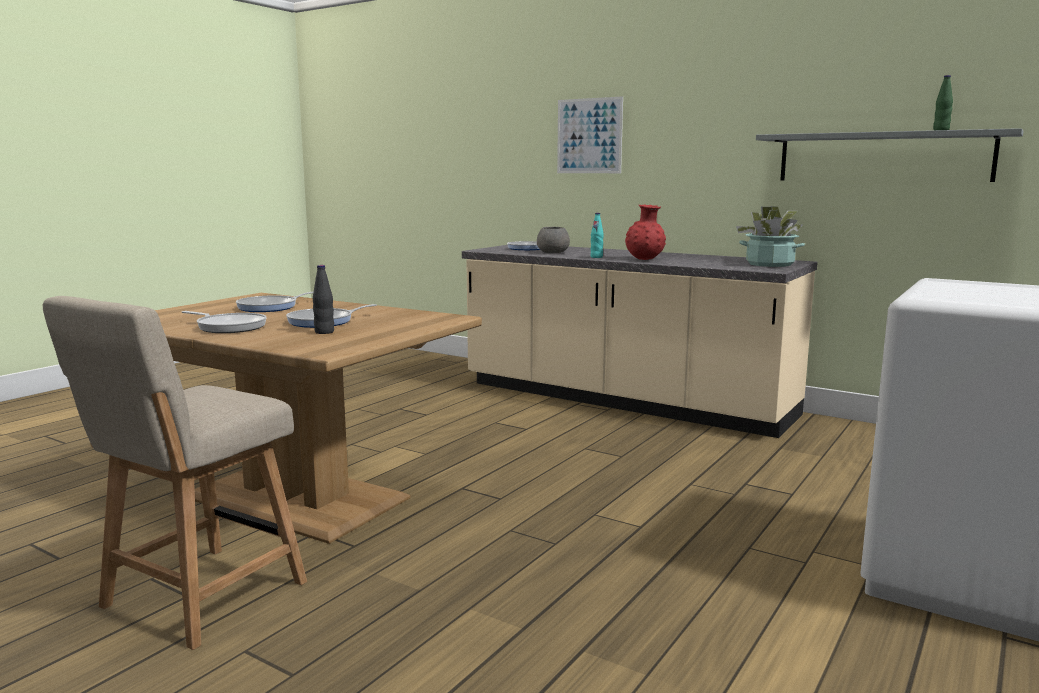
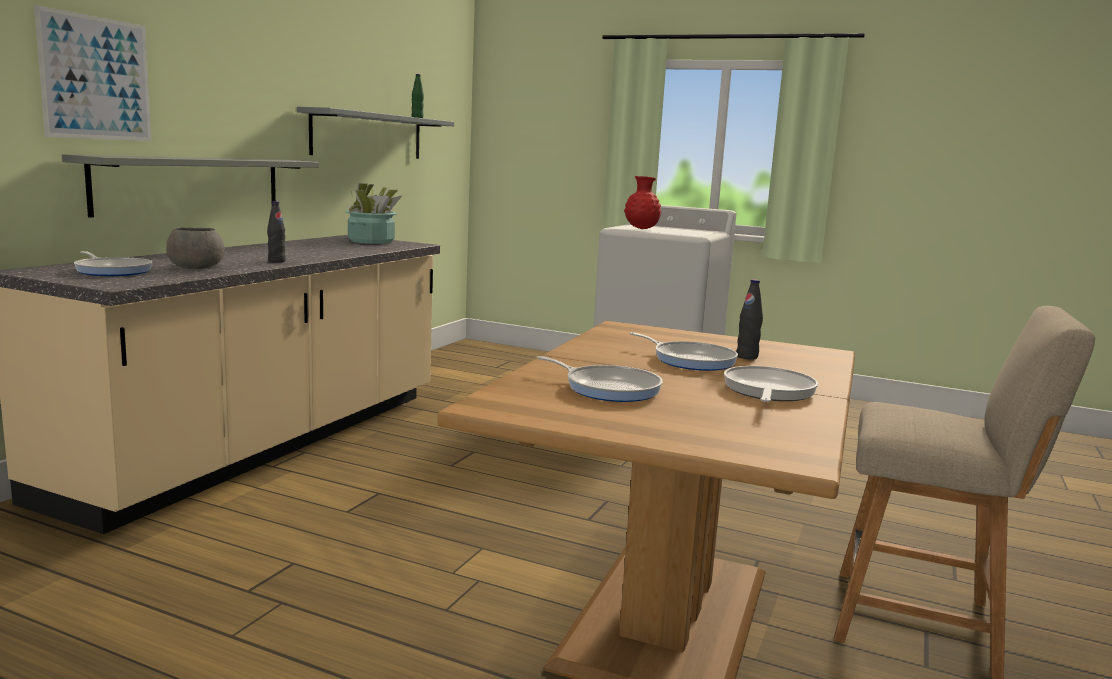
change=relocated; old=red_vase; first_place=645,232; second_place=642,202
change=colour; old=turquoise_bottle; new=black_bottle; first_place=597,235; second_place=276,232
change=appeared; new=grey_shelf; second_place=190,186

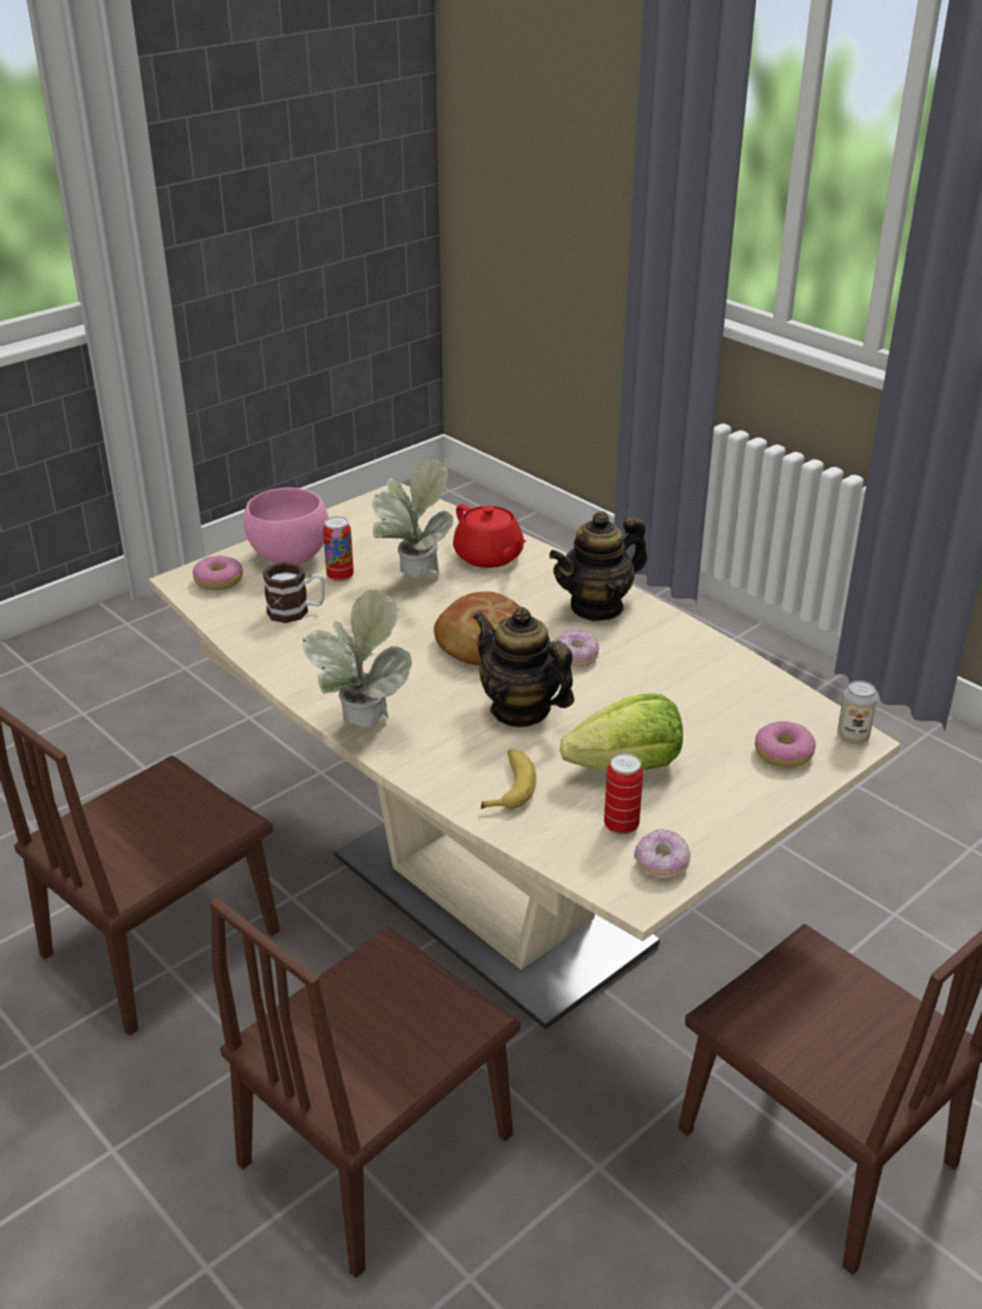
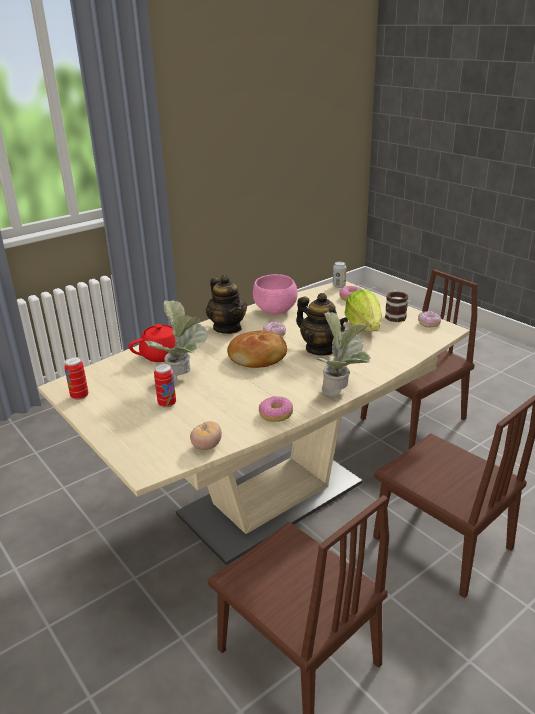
change=relocated; old=pink_bowl; first_place=286,525; second_place=275,294
change=relocated; old=donut; first_place=218,573; second_place=276,409
change=relocated; old=mug; first_place=294,592; second_place=396,306
change=spun; old=teapot; first_place=523,667; second_place=322,324; degrees=-90
change=missing; old=banana; first_place=508,779
change=relocated; old=can; first_place=623,794; second_place=76,378
change=appeared; new=tomato; second_place=206,435

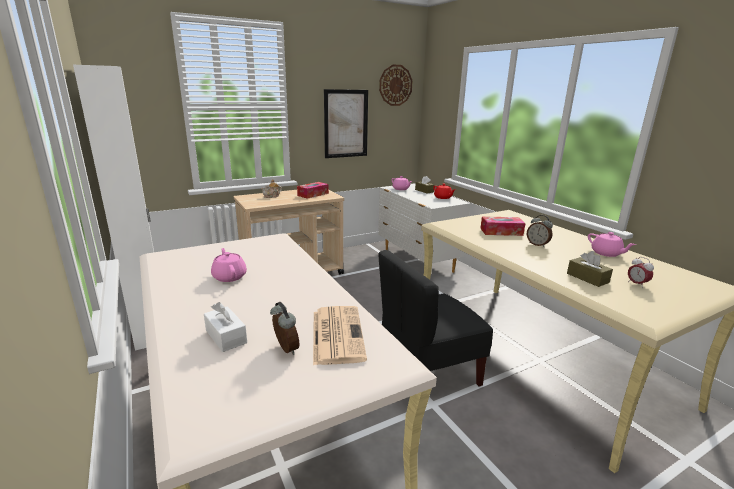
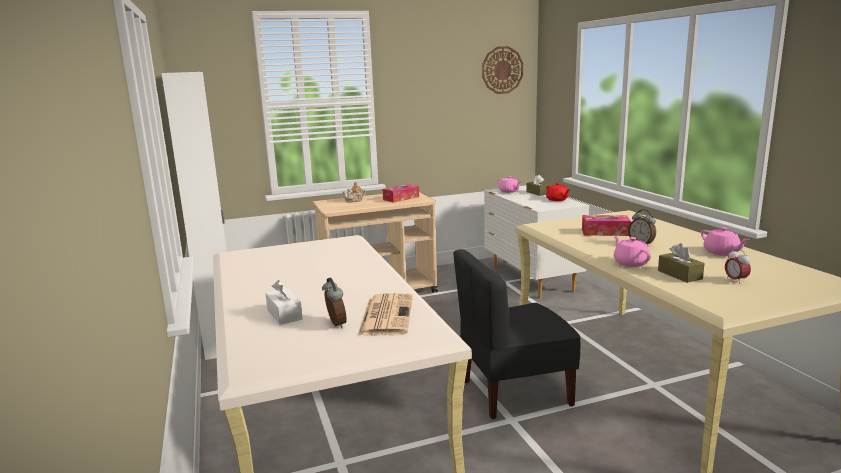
change=missing; old=picture; first_place=346,123
change=relocated; old=pink_teapot; first_place=229,265; second_place=632,251

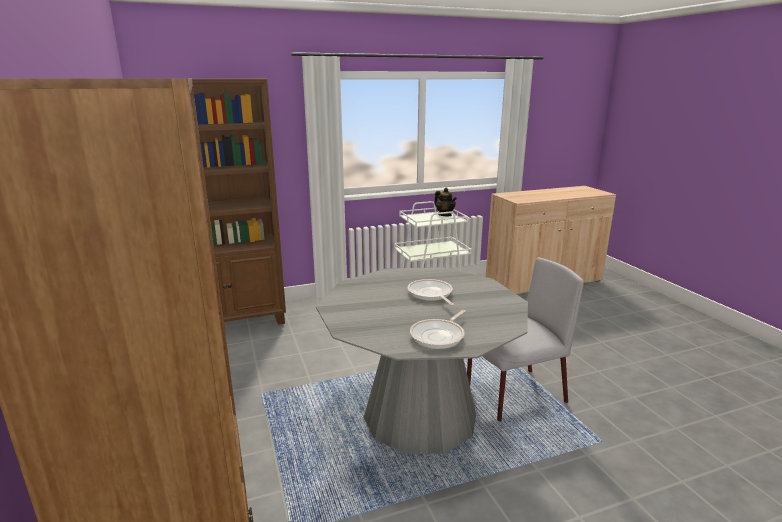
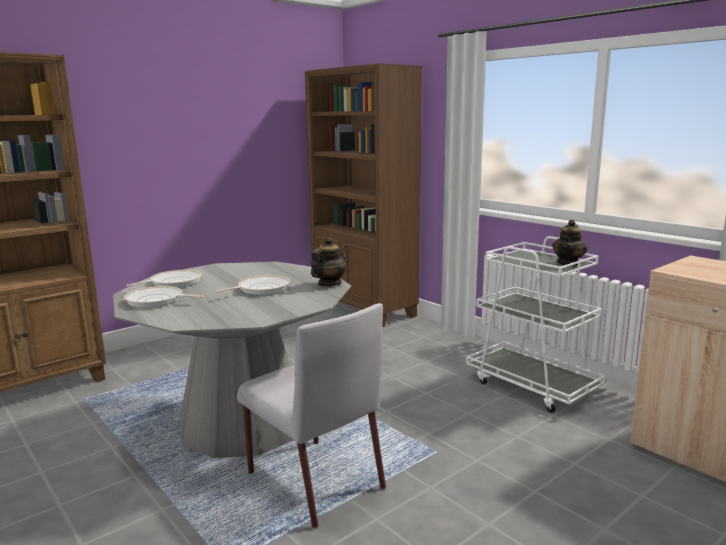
change=appeared; new=teapot; second_place=328,261
change=appeared; new=frying_pan; second_place=164,279

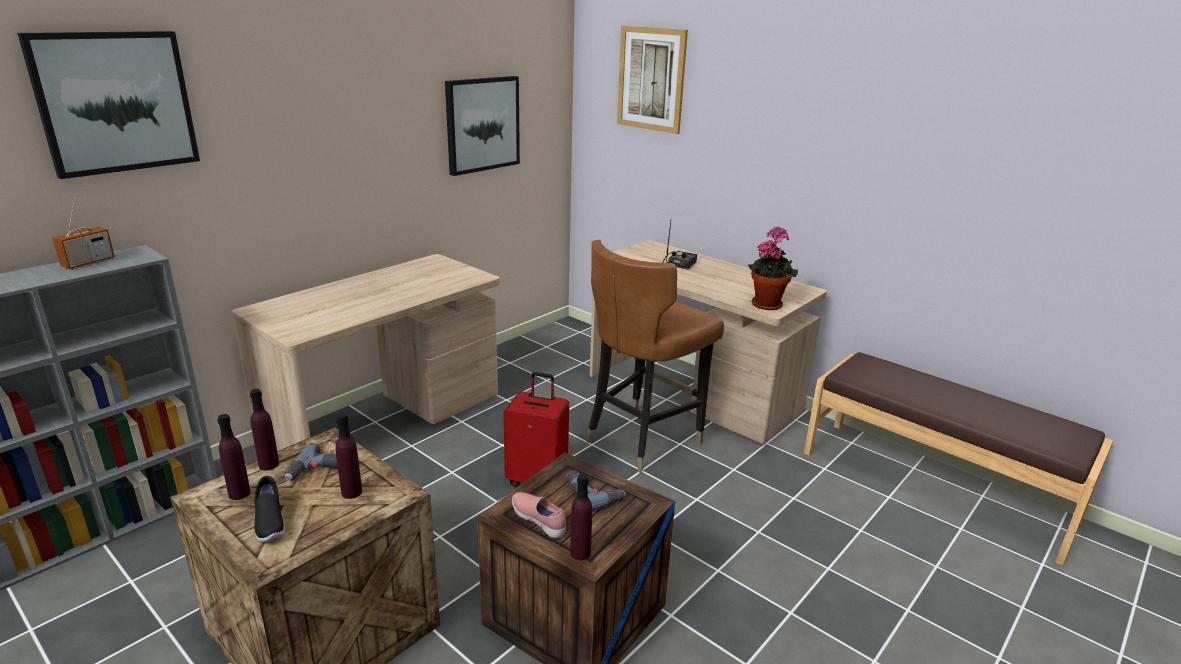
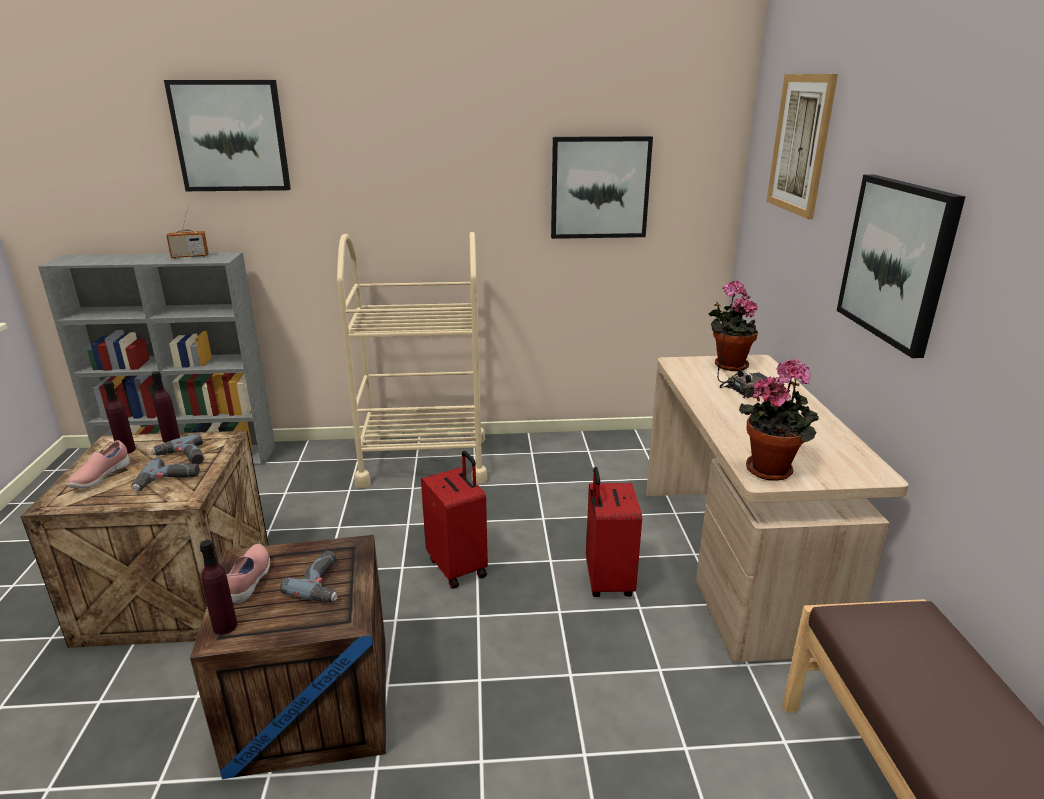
change=exchanged; old=brown_chair; new=red_suitcase; first_place=655,356; second_place=614,532
change=exchanged; old=beige_desk; new=beige_cart; first_place=366,352; second_place=412,360
change=exchanged; old=purple_bottle; new=power_drill; first_place=349,456; second_place=165,474
change=colour; old=black_shoe; new=pink_shoe; first_place=269,509; second_place=99,464
change=appeared; new=picture; second_place=901,266
change=appeared; new=potted_plant; second_place=733,325

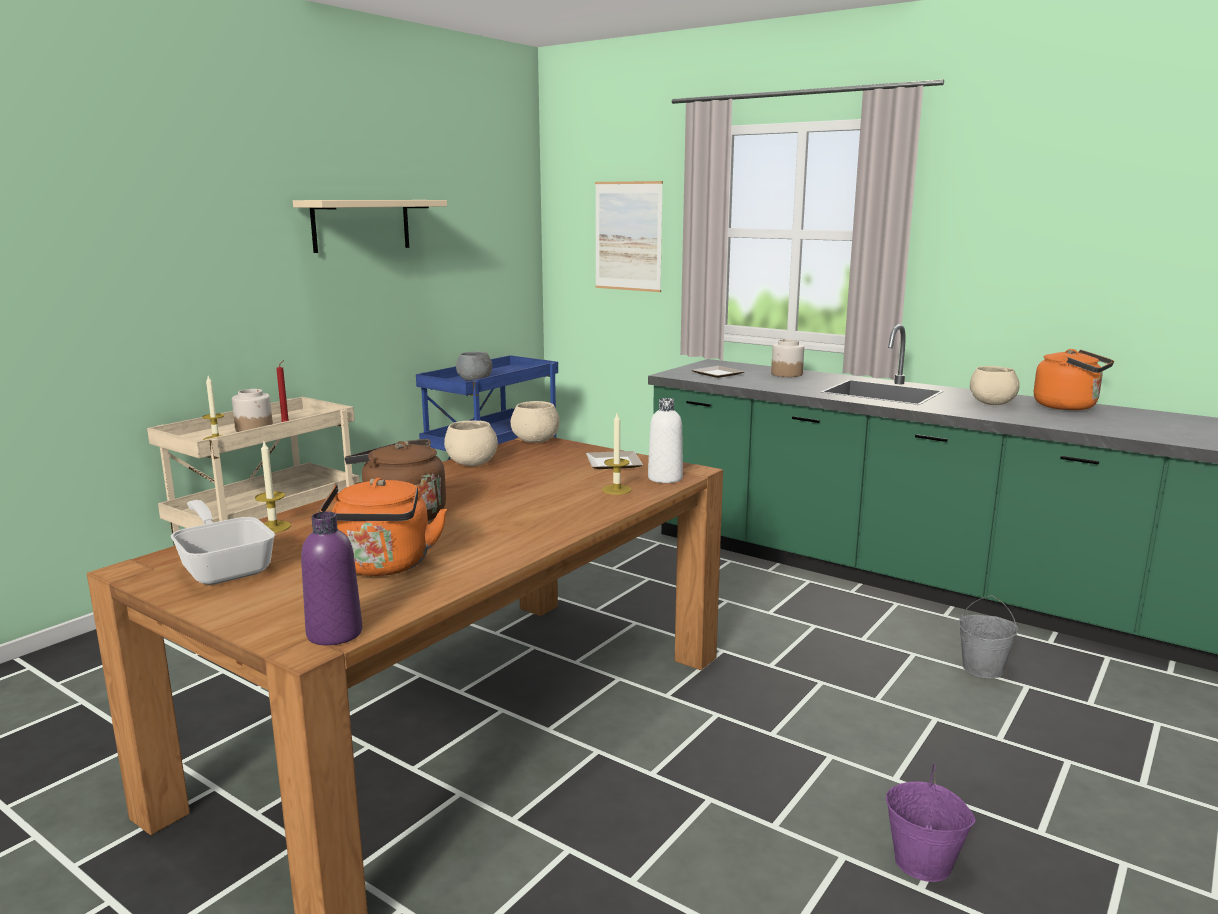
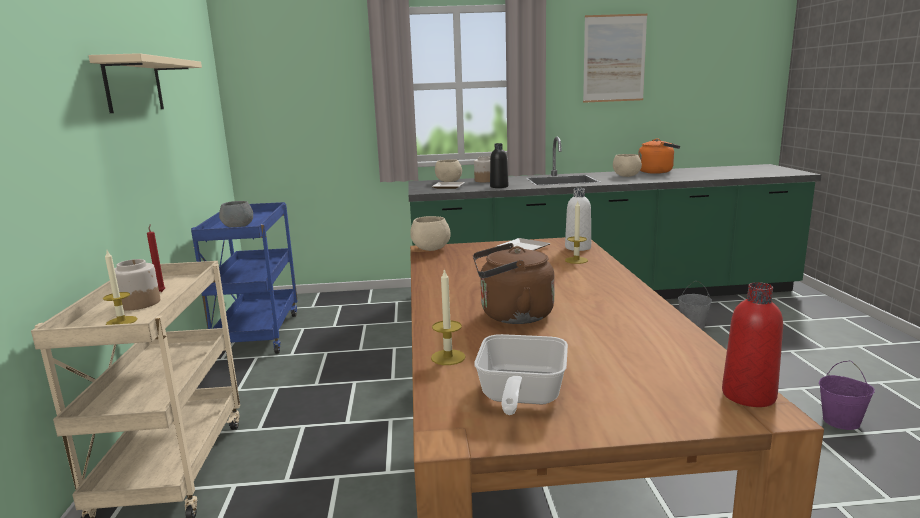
change=relocated; old=picture; first_place=629,236; second_place=615,58
change=relocated; old=beige_bowl; first_place=471,443; second_place=448,171
change=missing; old=orange_kettle; first_place=383,527
change=spun; old=frying_pan; first_place=223,542; second_place=521,374; degrees=-90
change=colour; old=purple_bottle; new=red_bottle; first_place=331,578; second_place=752,344
change=appeared; new=black_bottle; second_place=499,165

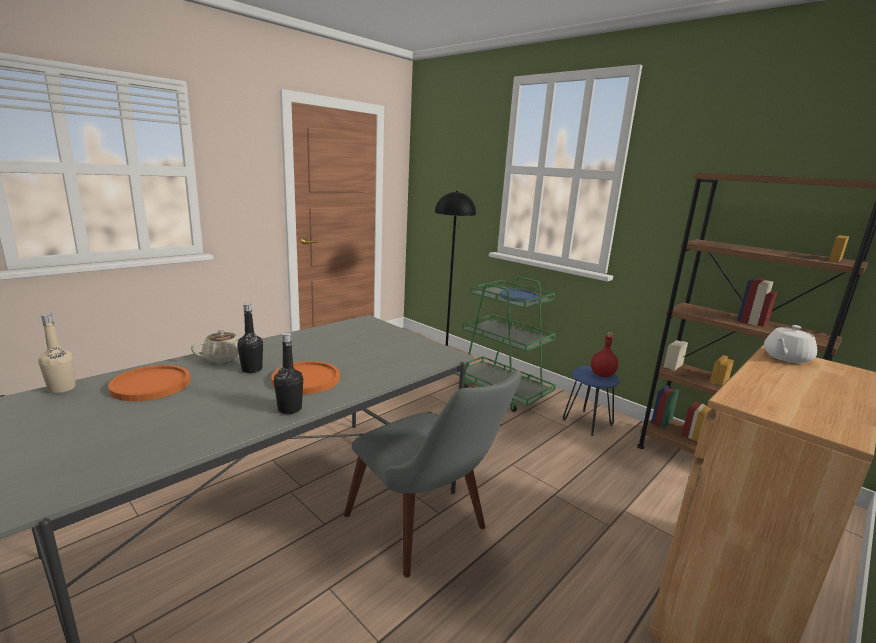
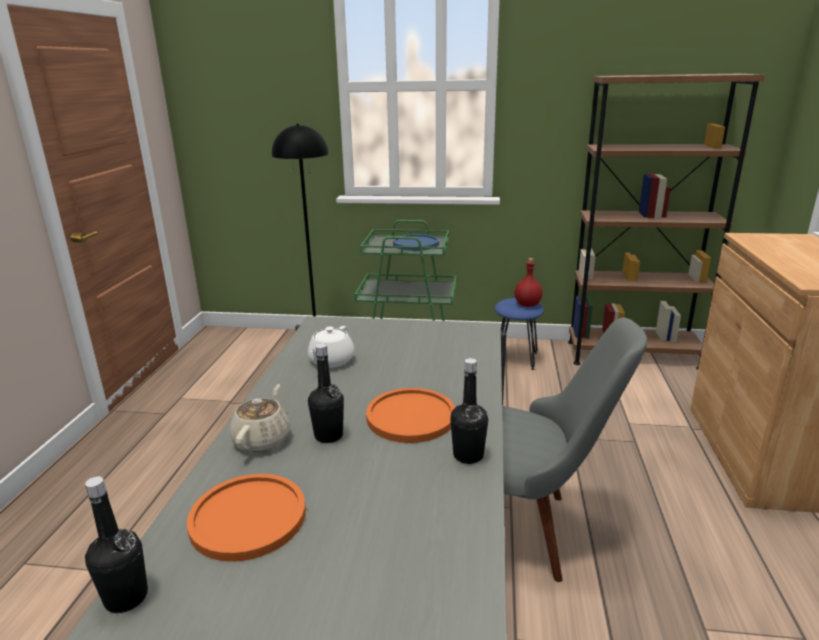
change=colour; old=beige_bottle; new=black_bottle; first_place=57,353; second_place=116,544
change=relocated; old=white_teapot; first_place=790,344; second_place=331,347

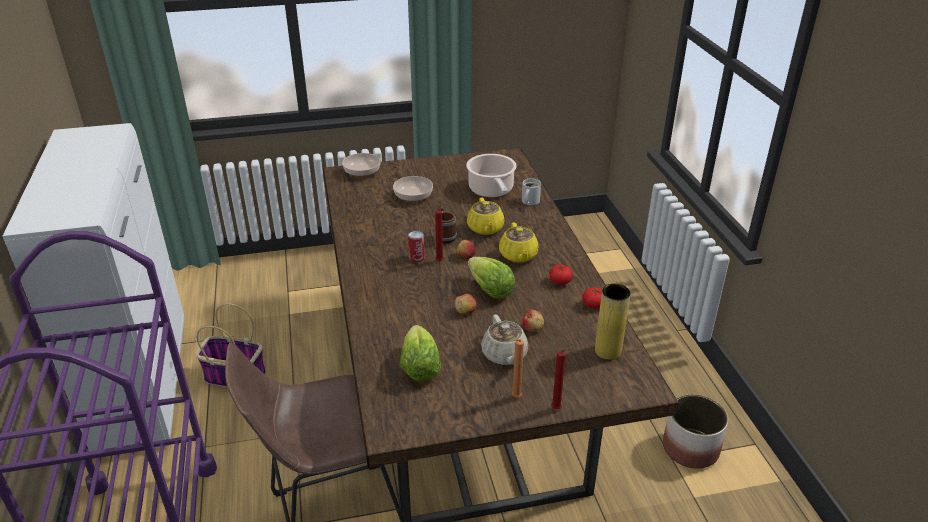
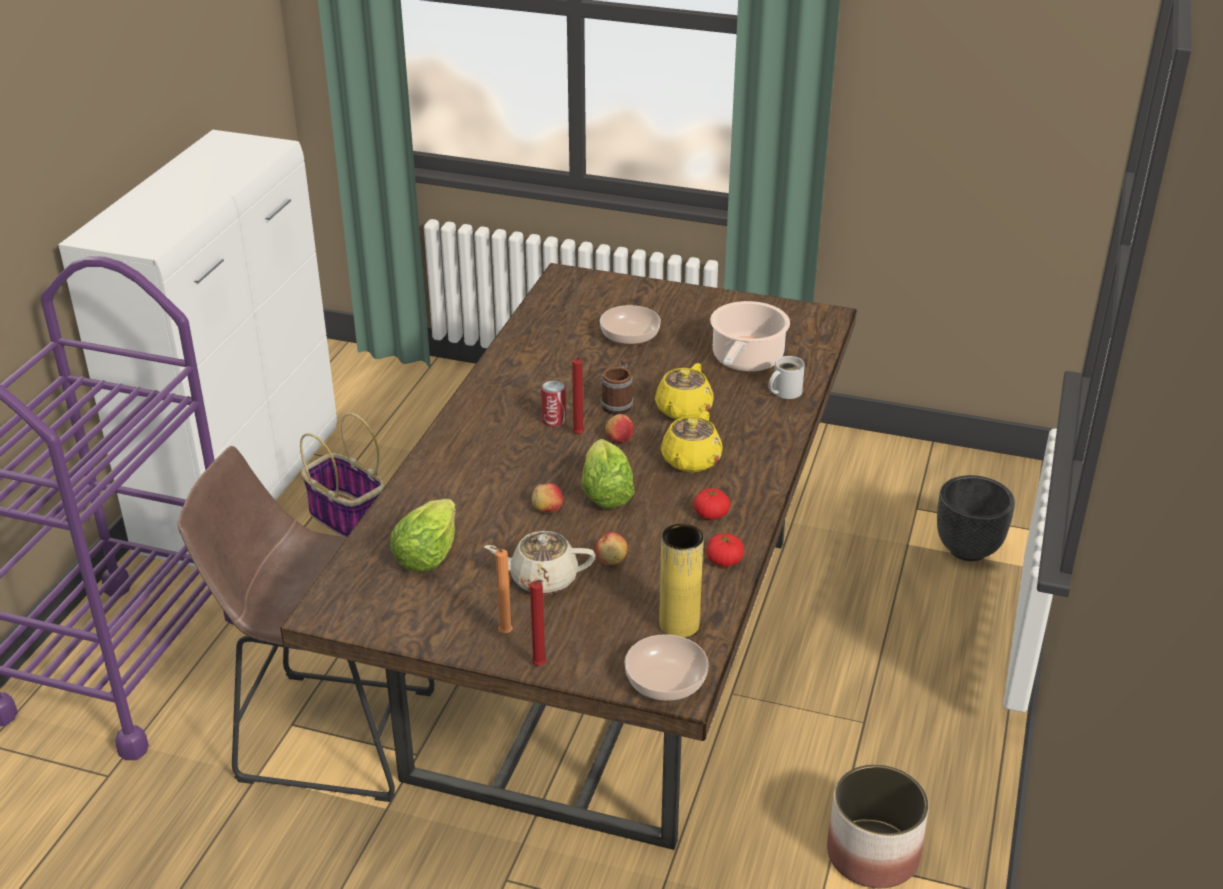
change=relocated; old=bowl; first_place=361,165; second_place=667,667
change=spun; old=beige_teapot; first_place=505,340; second_place=540,563; degrees=75
change=appeared; new=black_planter; second_place=976,518

